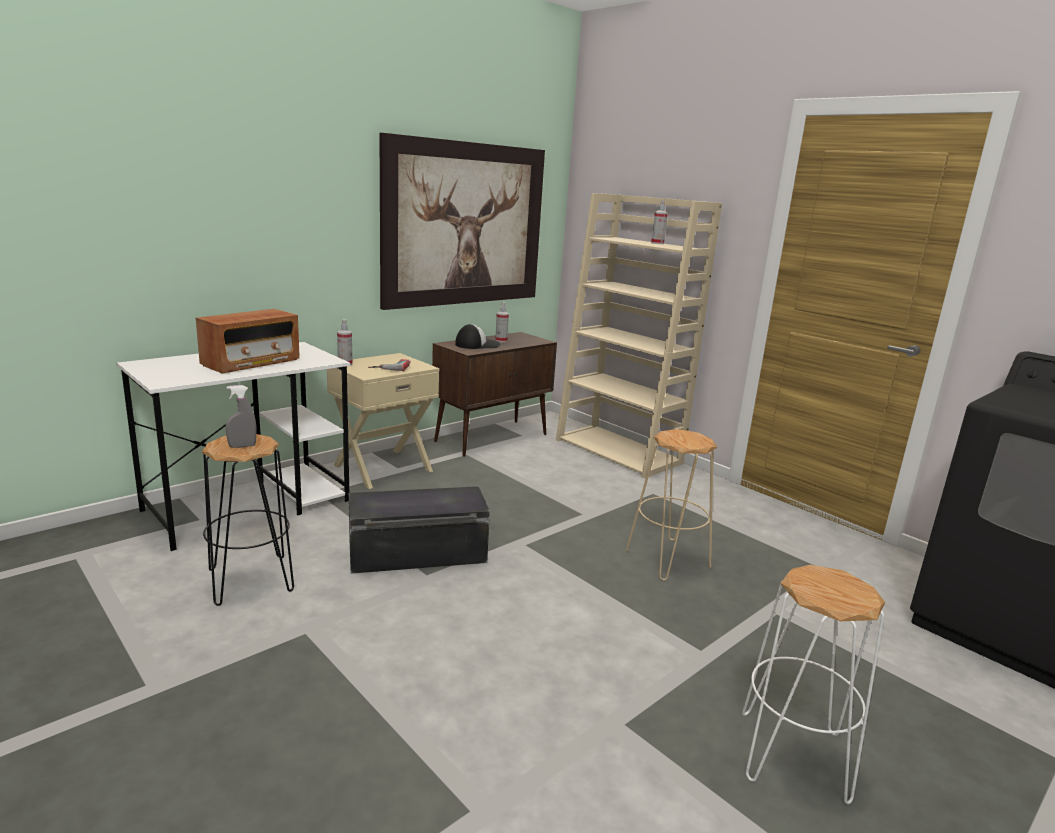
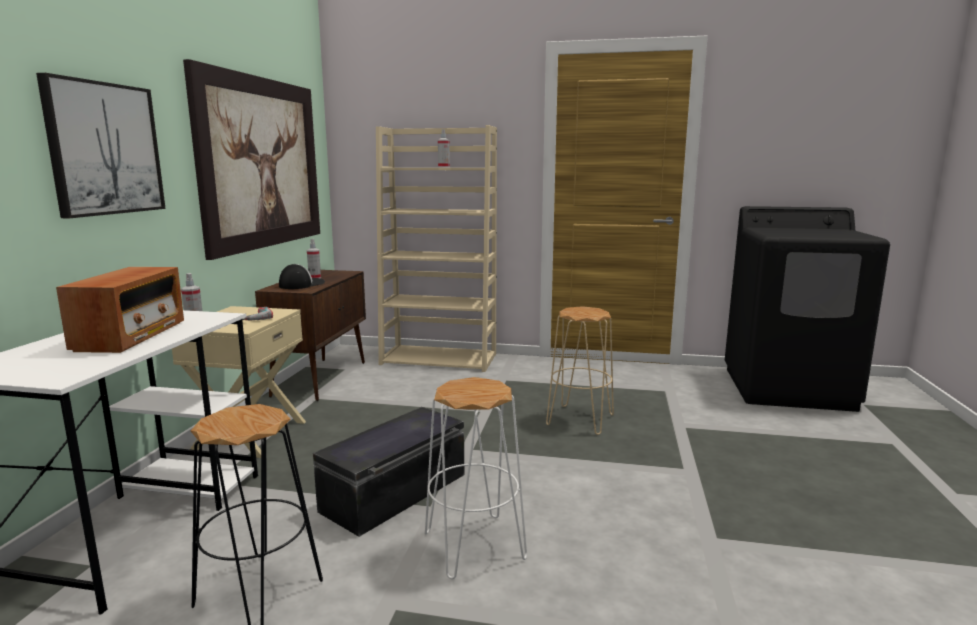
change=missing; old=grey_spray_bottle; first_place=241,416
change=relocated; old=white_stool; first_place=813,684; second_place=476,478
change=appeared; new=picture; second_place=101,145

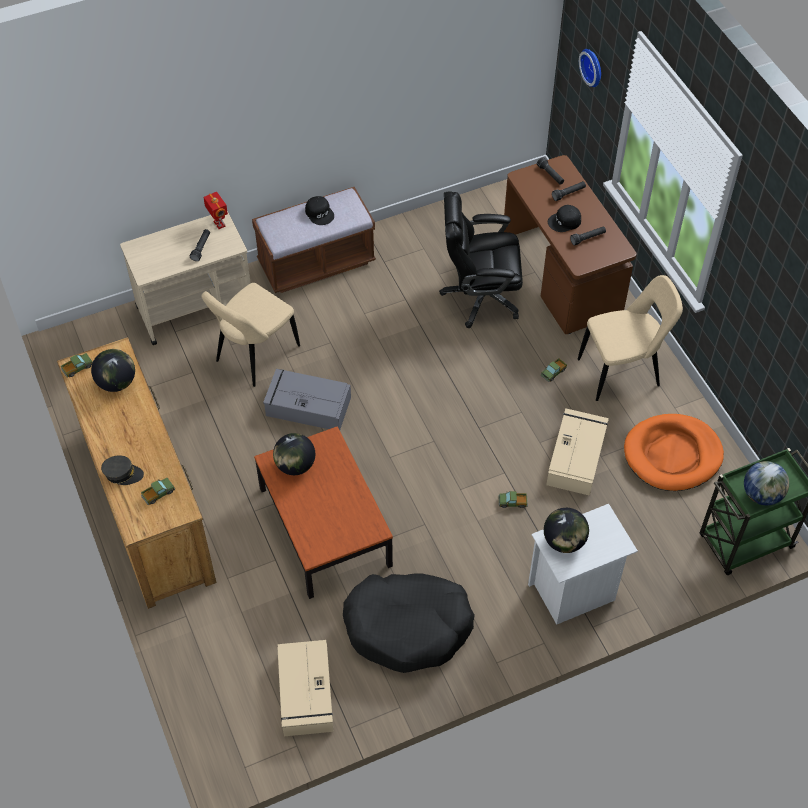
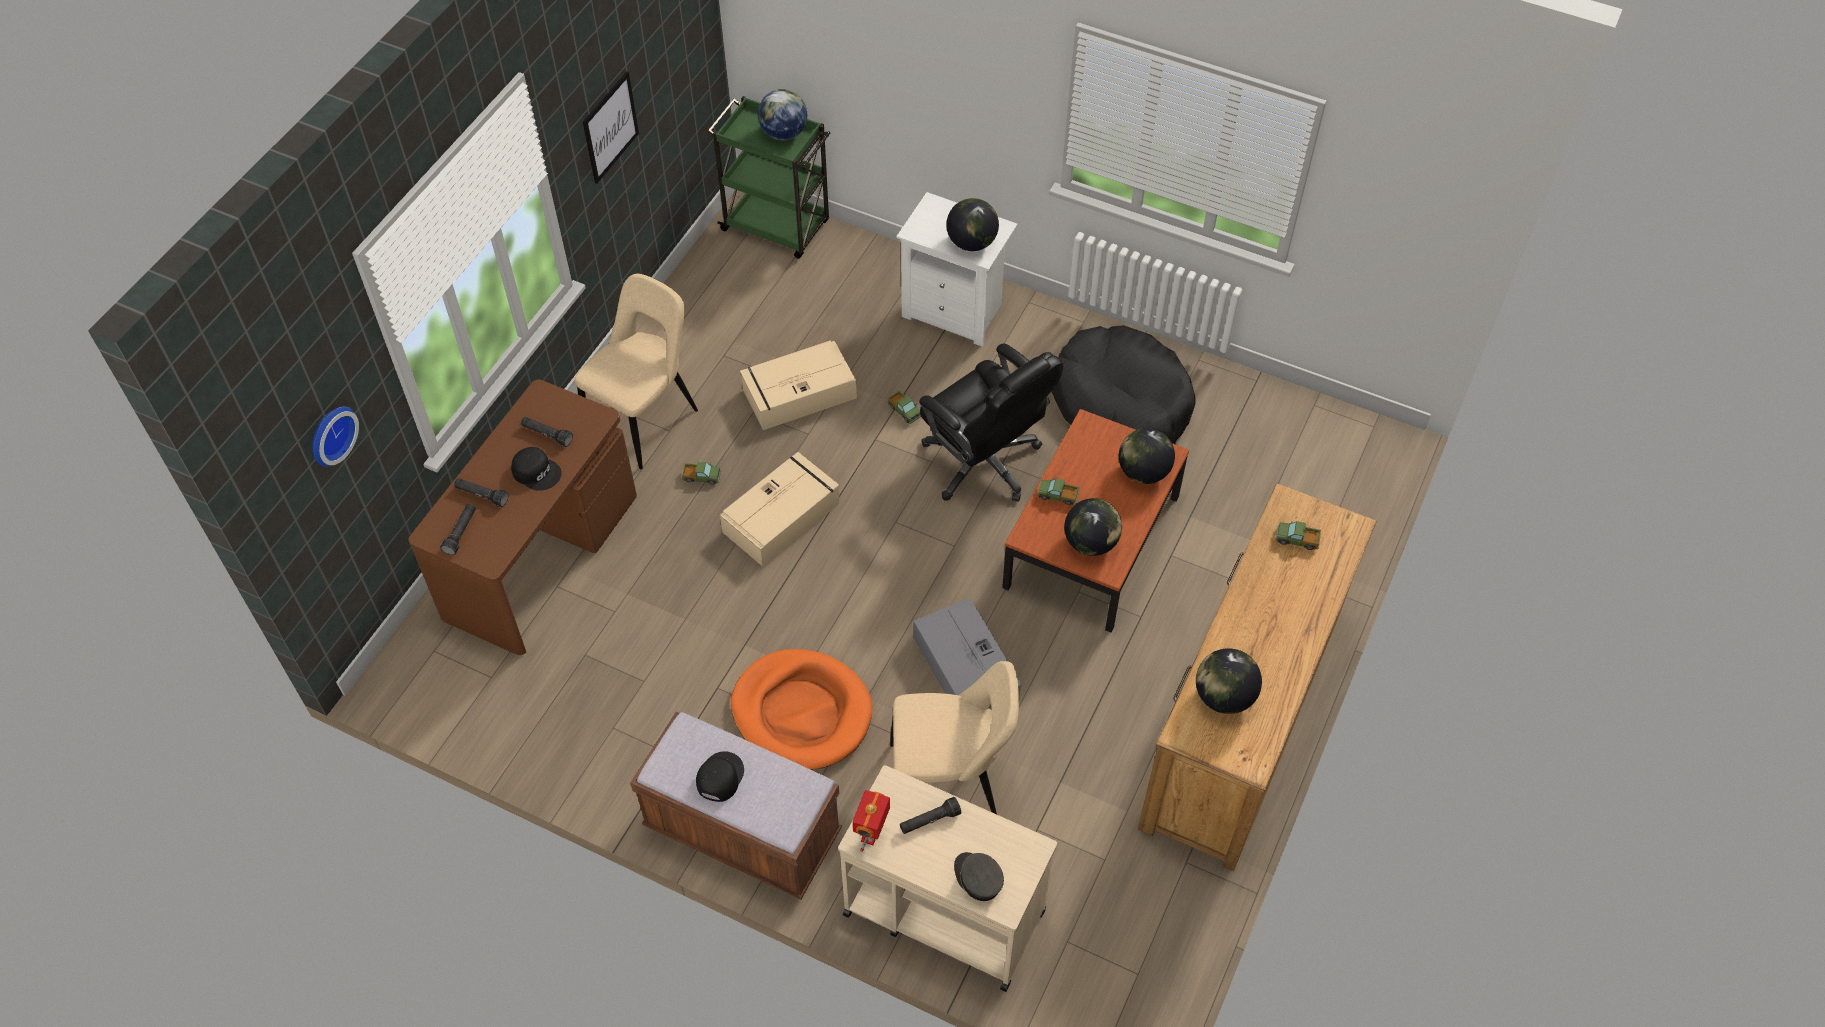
change=relocated; old=black_office_chair; first_place=481,259; second_place=991,423
change=spun; old=beige_chair; first_place=630,338; second_place=636,371; degrees=90
change=relocated; old=toy_truck; first_place=77,365; second_place=1058,491
change=relocated; old=orange_dog_bed; first_place=674,452; second_place=801,709
change=relocated; old=grey_cap; first_place=122,470; second_place=979,876
change=relocated; old=beige_storage_box; first_place=305,688; second_place=779,509
change=appeared; new=picture; second_place=611,128
change=appeared; new=globe; second_place=1147,456

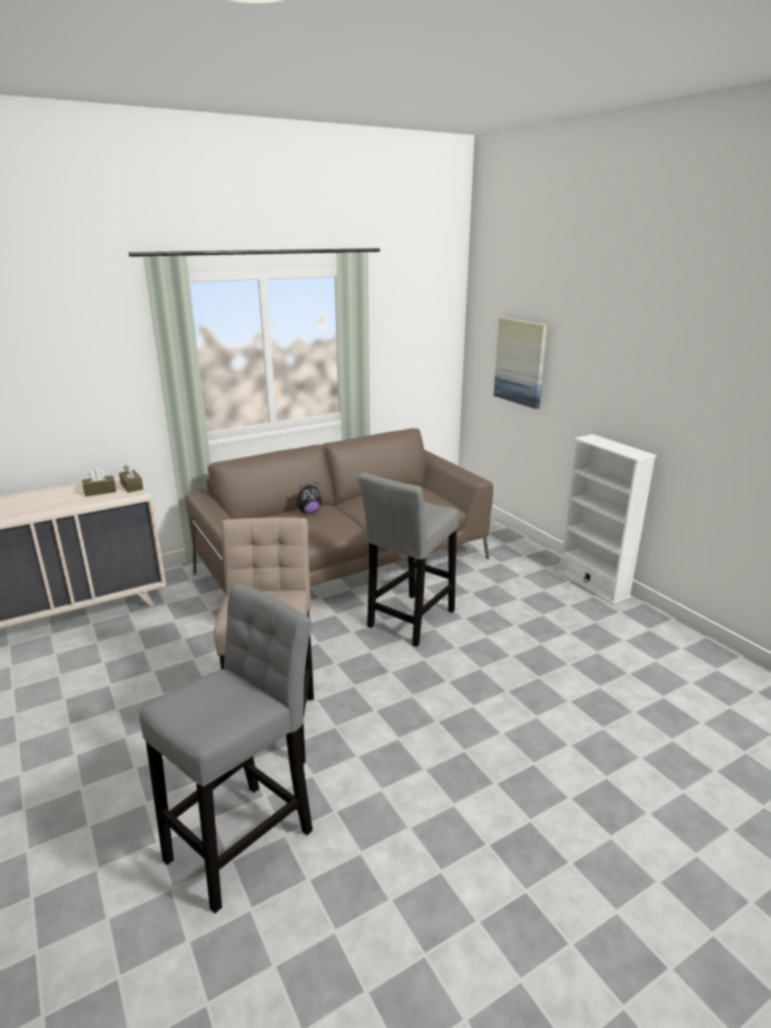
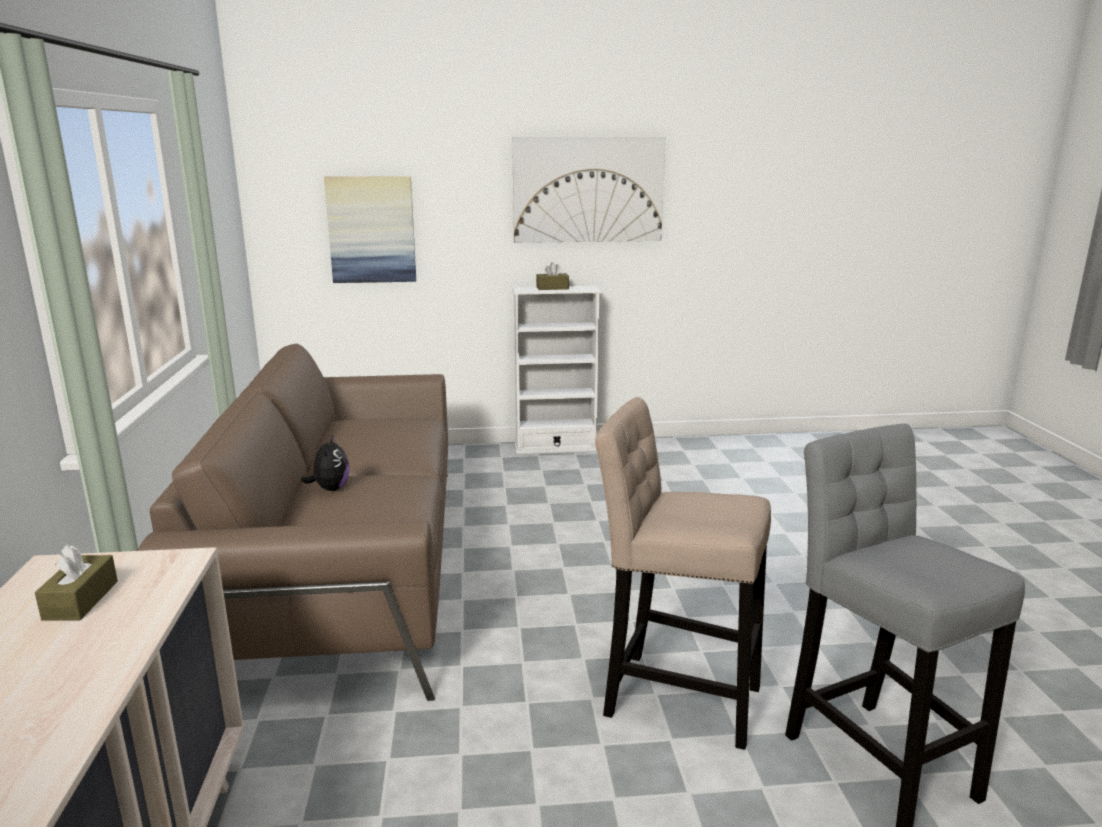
change=relocated; old=brown_tissue_box; first_place=131,478; second_place=552,276
change=missing; old=grey_stool; first_place=408,559
change=appeared; new=picture; second_place=589,190

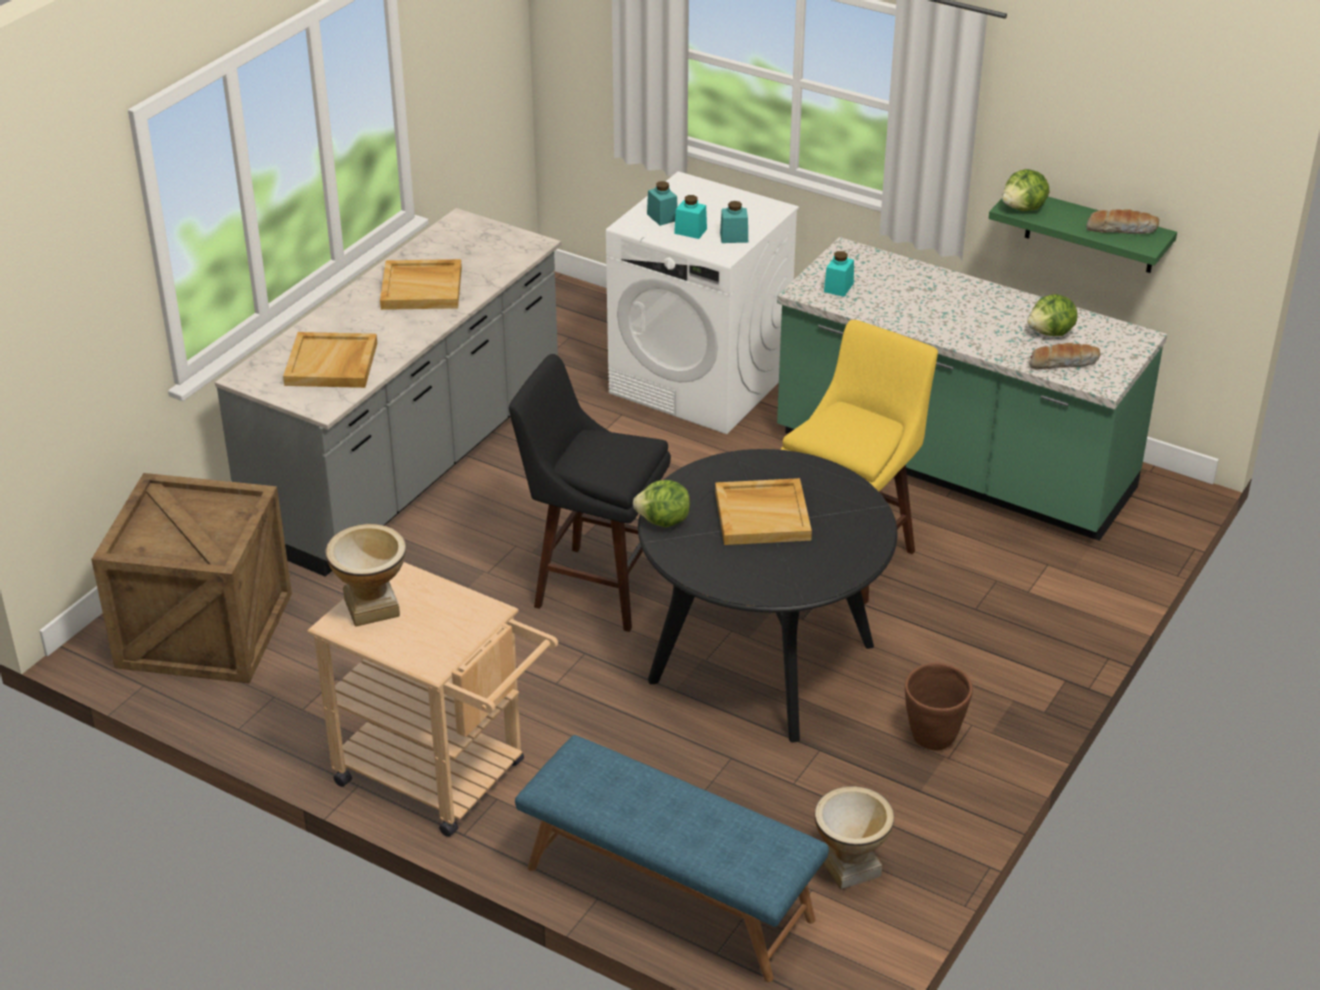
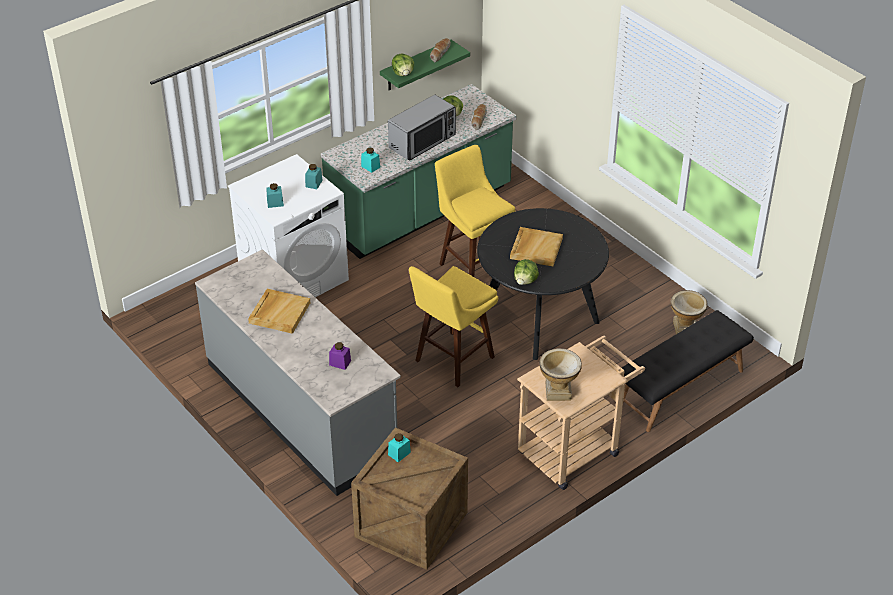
change=relocated; old=turquoise_jar; first_place=690,217; second_place=399,447
change=exchanged; old=beige_tray; new=purple_jar; first_place=330,360; second_place=340,356
change=colour; old=black_stool; new=yellow_stool; first_place=590,493; second_place=453,326
change=missing; old=brown_planter; first_place=939,707
change=colour; old=blue_bench; new=black_bench; first_place=672,858; second_place=688,371
change=appeared; new=microwave; second_place=422,128

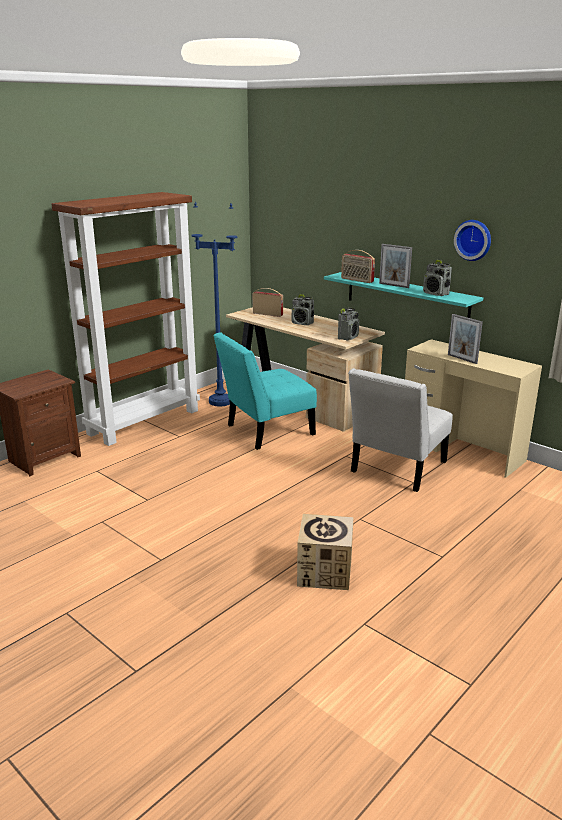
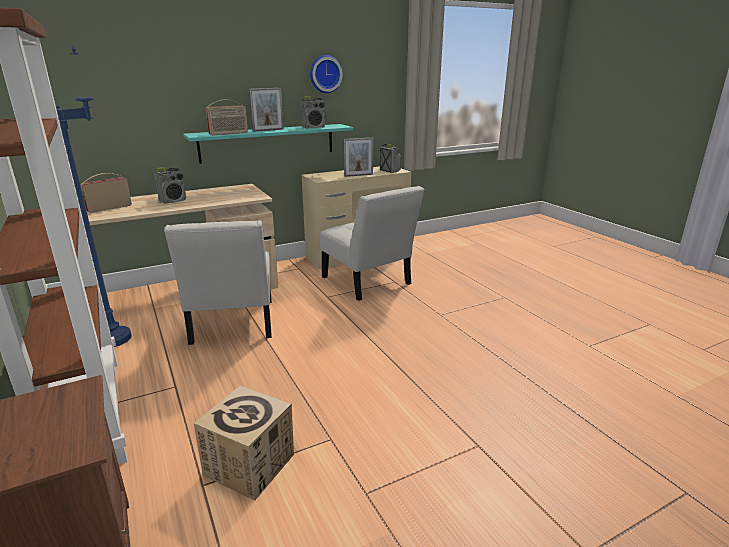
change=relocated; old=radio; first_place=348,324; second_place=390,158
change=colour; old=turquoise_chair; new=white_chair; first_place=265,391; second_place=218,282
change=relocated; old=cardboard_box; first_place=325,552; second_place=244,442

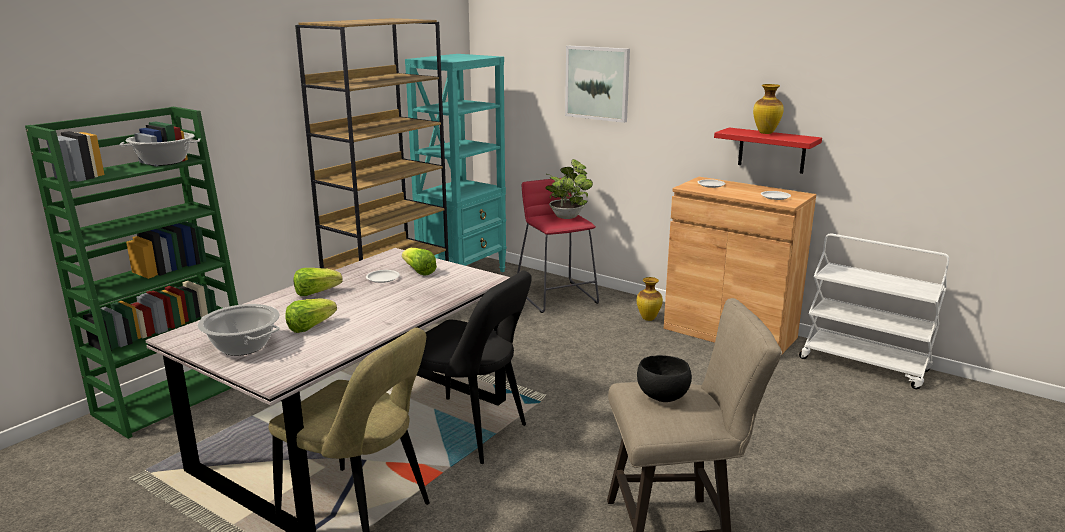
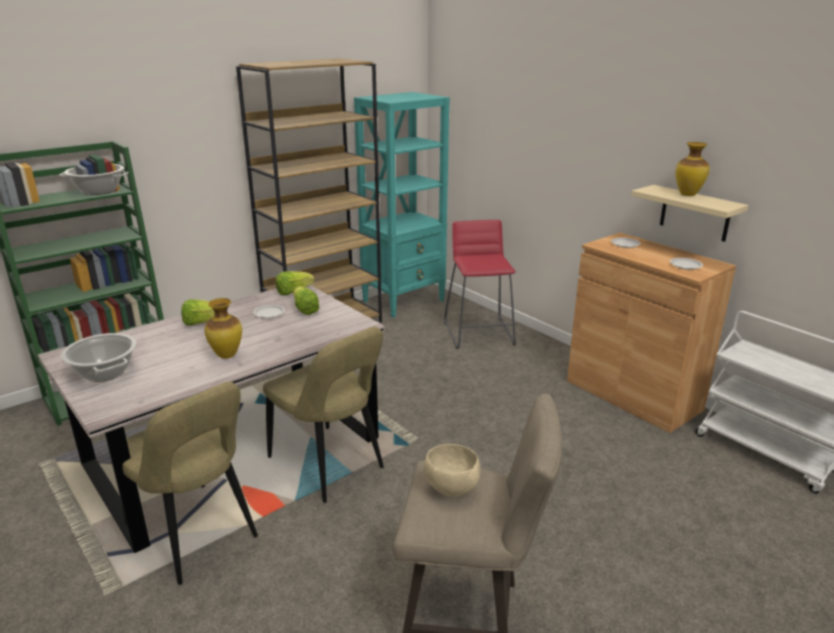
change=missing; old=picture; first_place=597,84
change=colour; old=red_shelf; new=beige_shelf; first_place=768,150; second_place=690,213
change=missing; old=potted_plant; first_place=569,189
change=colour; old=black_chair; new=beige_chair; first_place=475,367; second_place=323,415
change=relocated; old=vase; first_place=650,299; second_place=223,328
change=relocated; old=lettuce; first_place=311,315; second_place=295,283
change=colour; old=black_bowl; new=beige_bowl; first_place=664,378; second_place=452,470

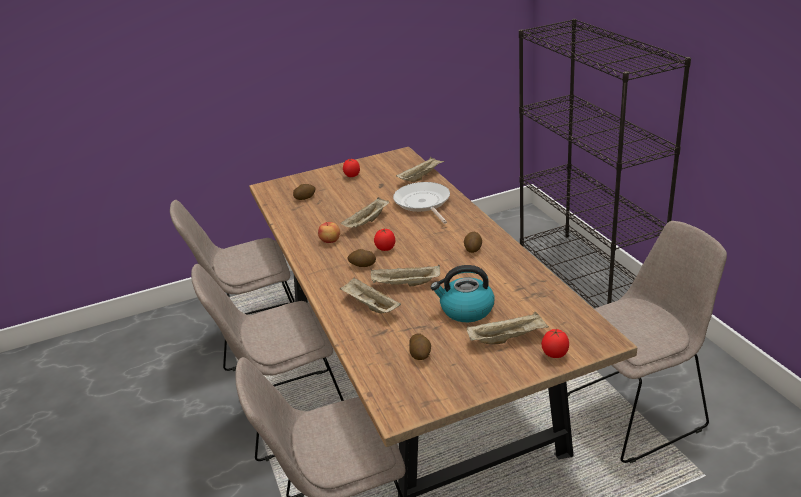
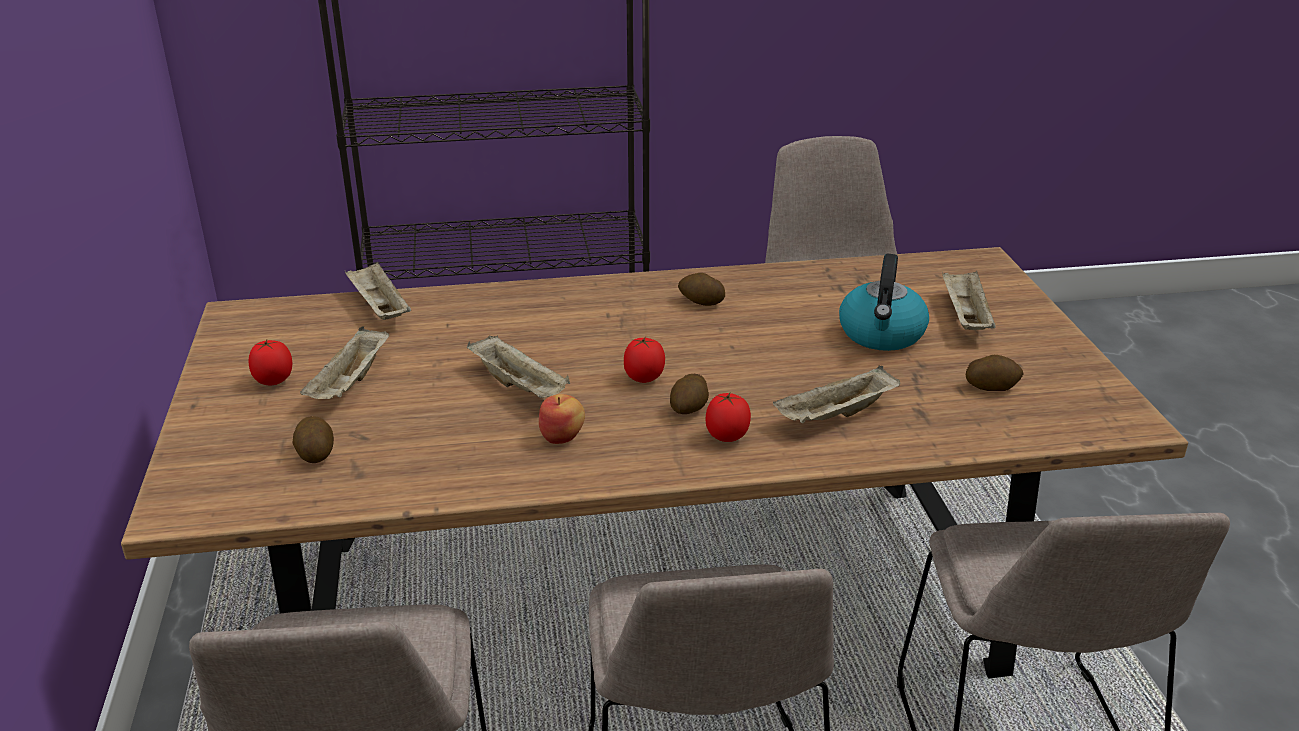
change=missing; old=frying_pan; first_place=421,203
change=relocated; old=beige_tray; first_place=405,276; second_place=344,363
change=relocated; old=tomato; first_place=555,343; second_place=728,417

